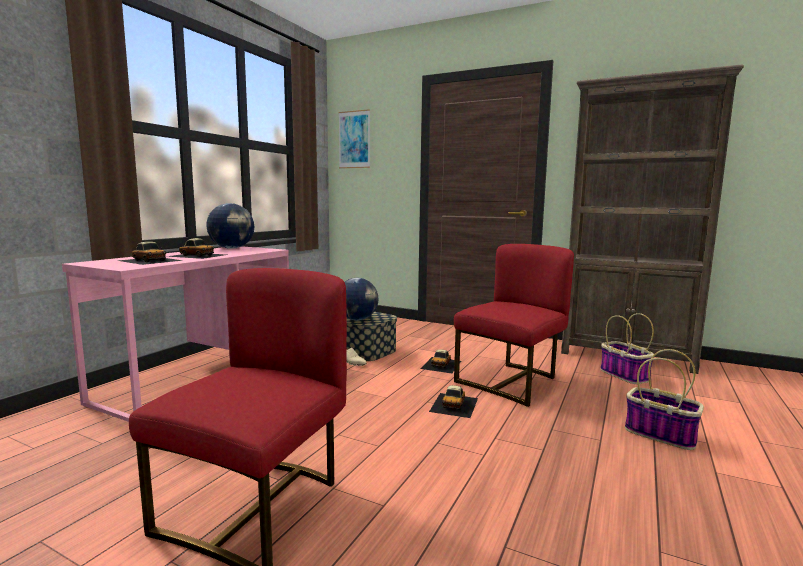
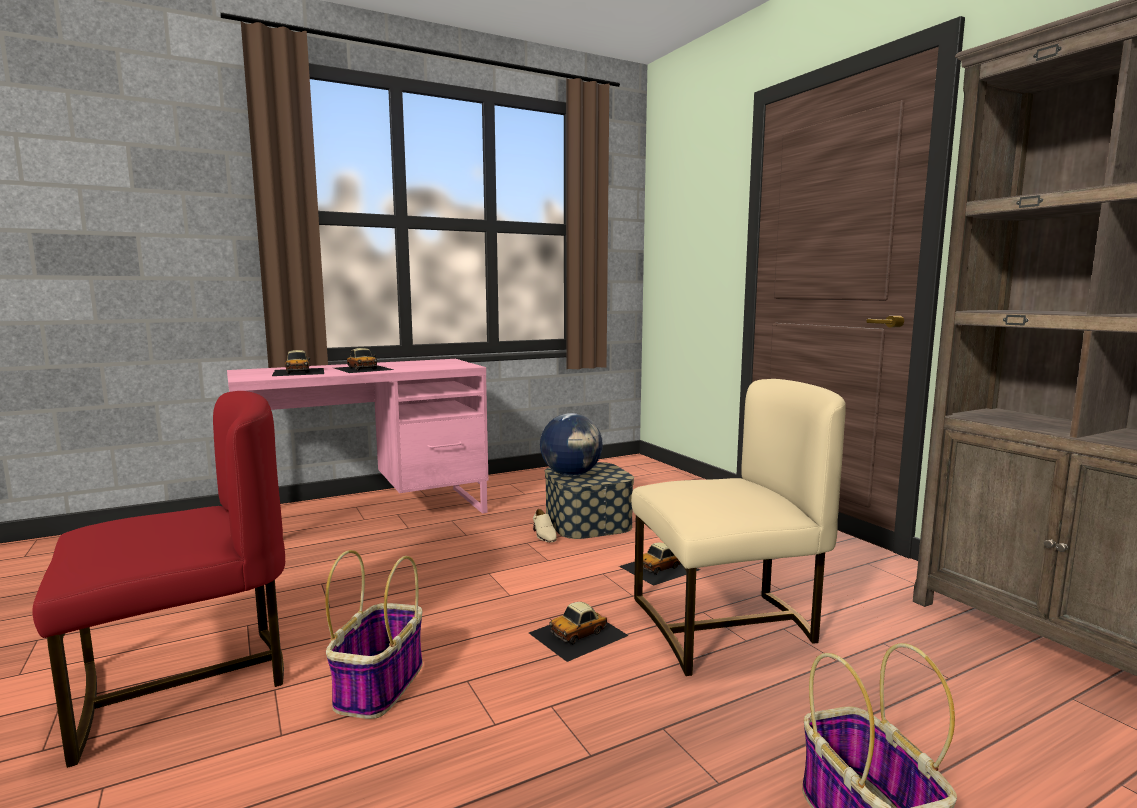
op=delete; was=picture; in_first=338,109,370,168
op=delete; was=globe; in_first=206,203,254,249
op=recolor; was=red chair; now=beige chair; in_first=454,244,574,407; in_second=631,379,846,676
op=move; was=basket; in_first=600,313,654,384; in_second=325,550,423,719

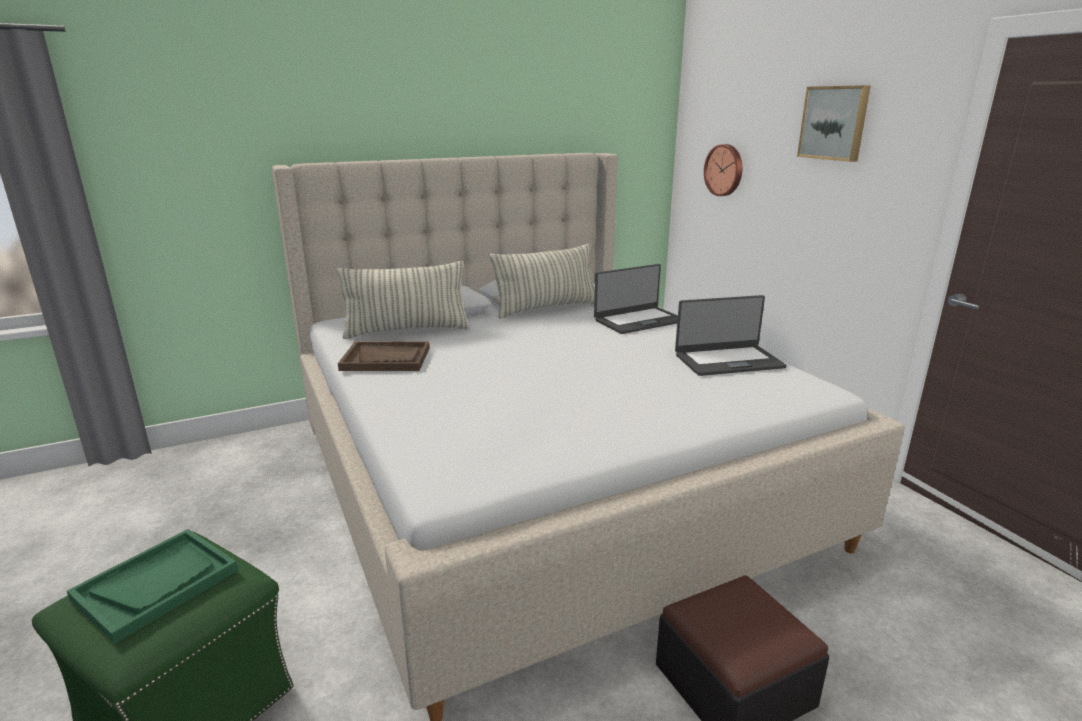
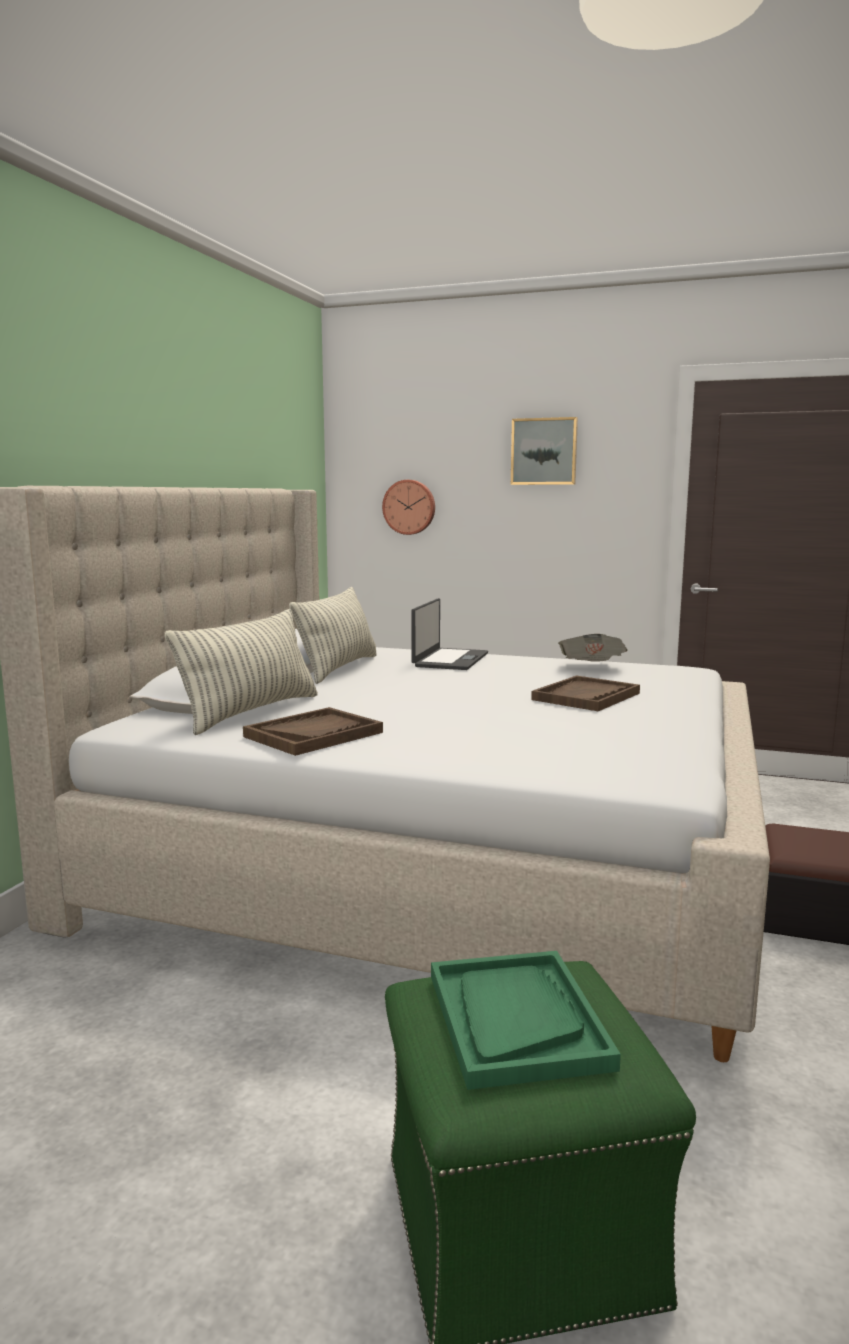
op=replace; was=laptop; now=newspaper; in_first=675,295,787,376; in_second=558,634,628,662
op=insert; now=brown tray; in_second=531,675,640,711

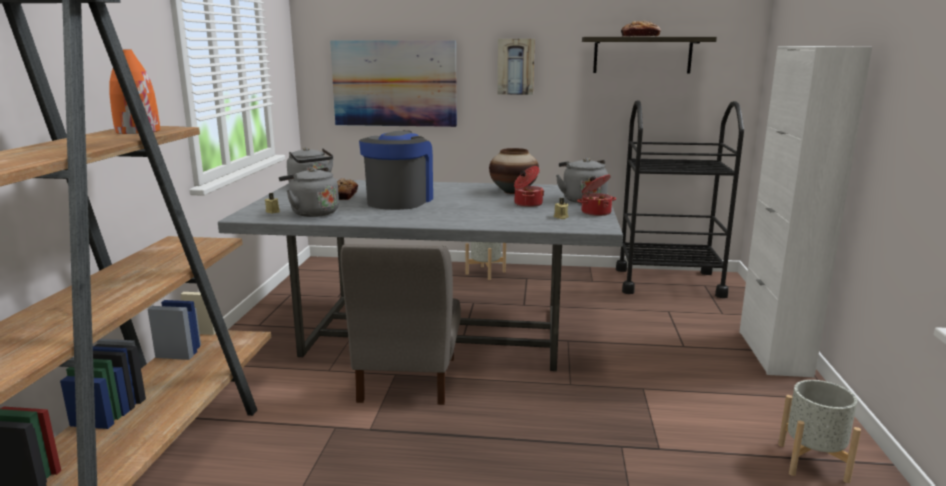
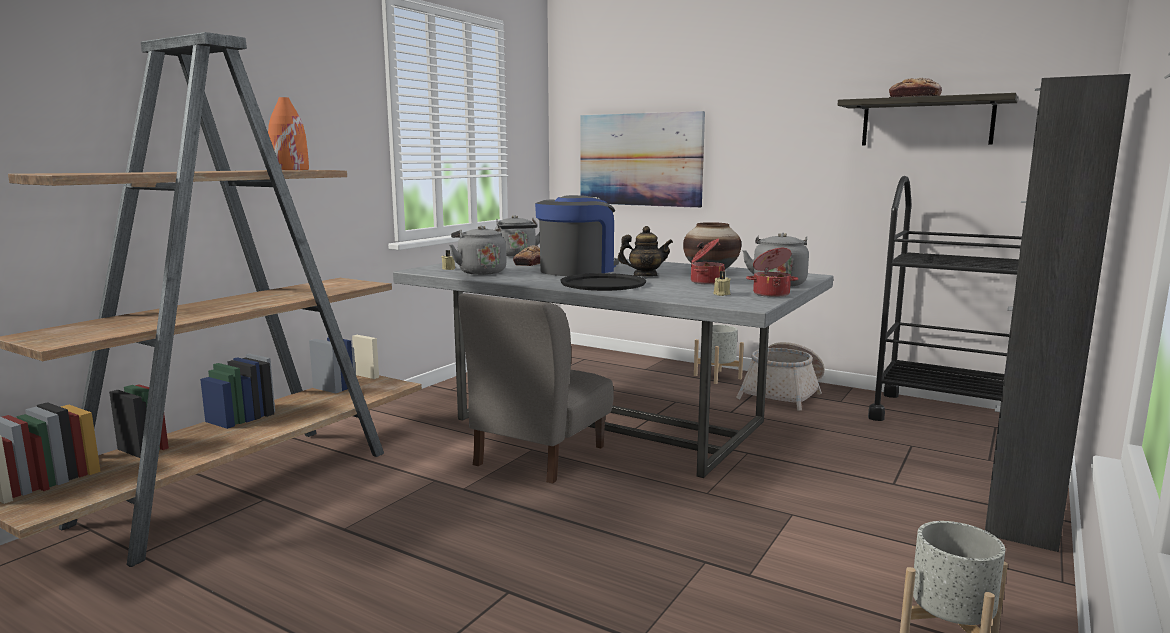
op=delete; was=picture; in_first=497,39,535,95
op=recolor; was=white cabinet; now=black cabinet; in_first=739,46,872,377; in_second=985,74,1131,552
op=insert; now=teapot; in_second=618,226,673,277
op=insert; now=black tray; in_second=561,273,646,291
op=insert; now=basket; in_second=736,342,825,411

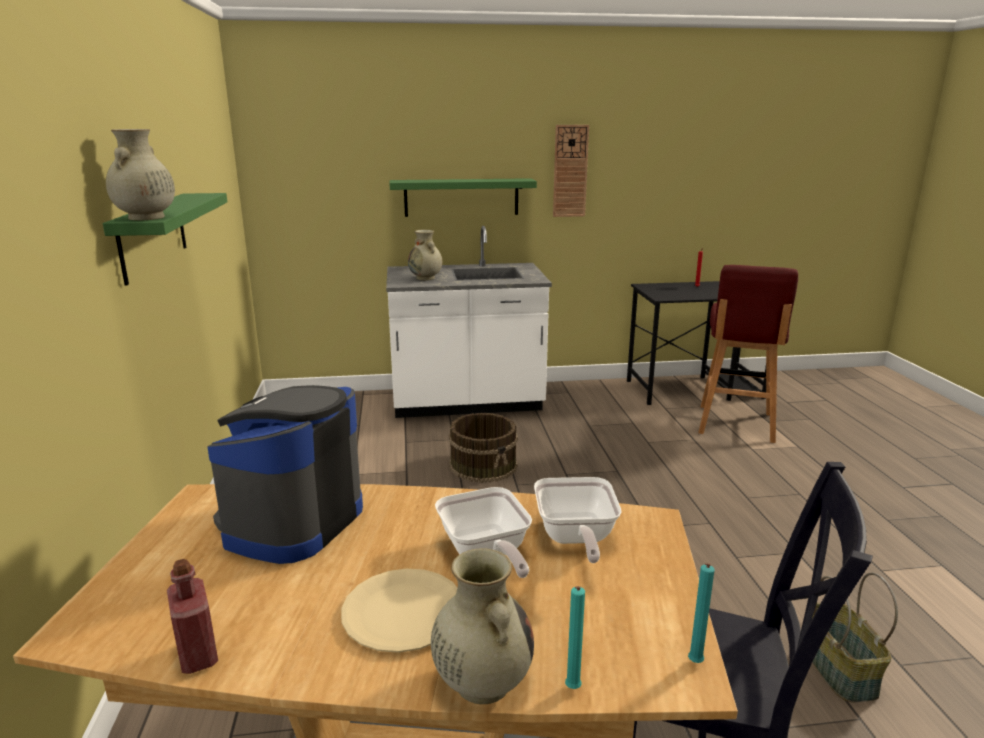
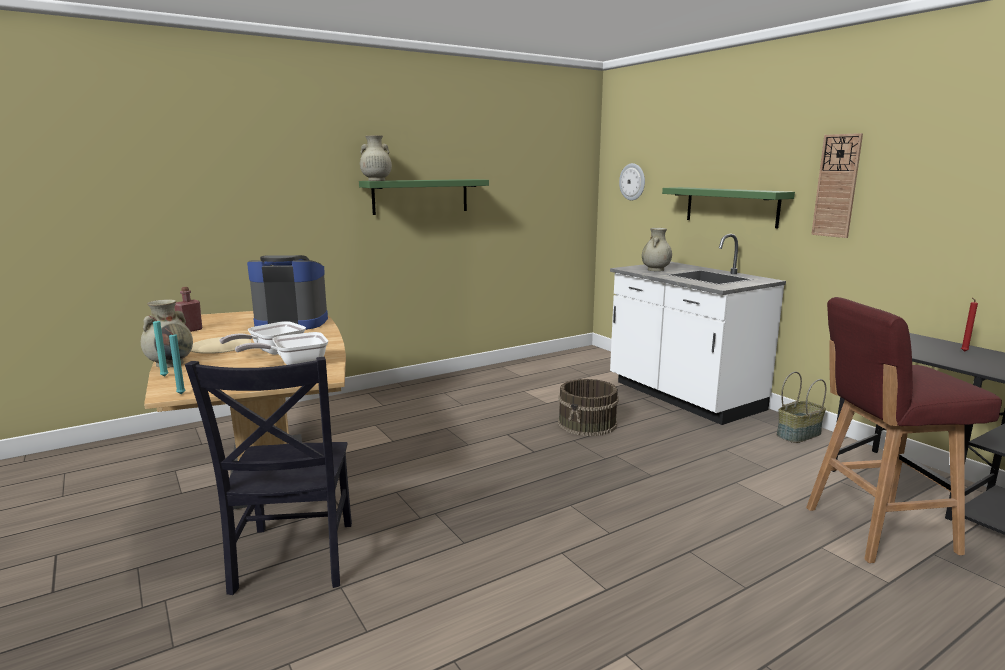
op=move; was=basket; in_first=812,572,898,702; in_second=777,372,826,443
op=insert; now=wall clock; in_second=619,163,645,200

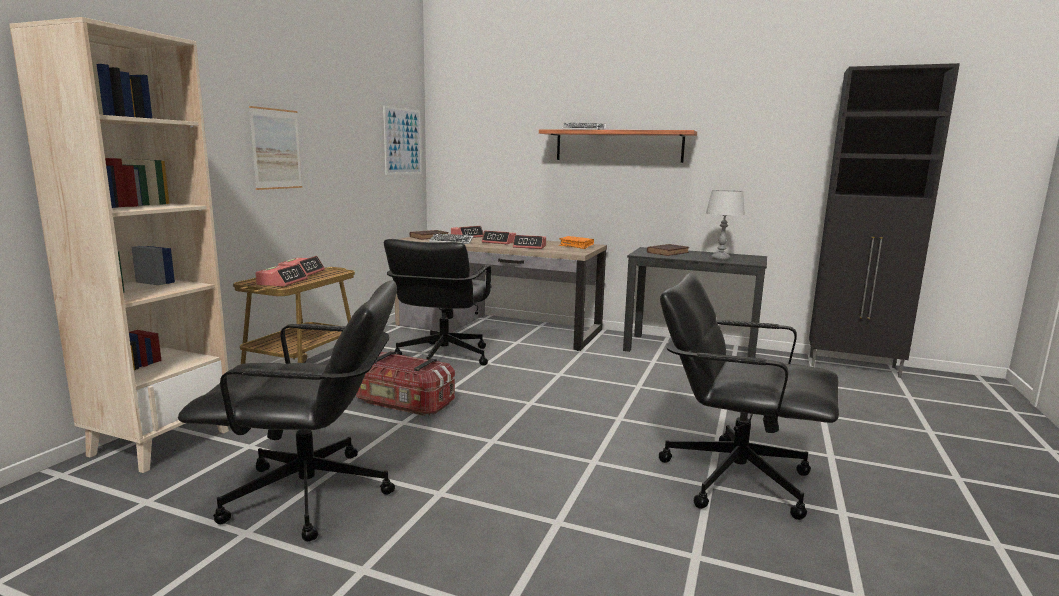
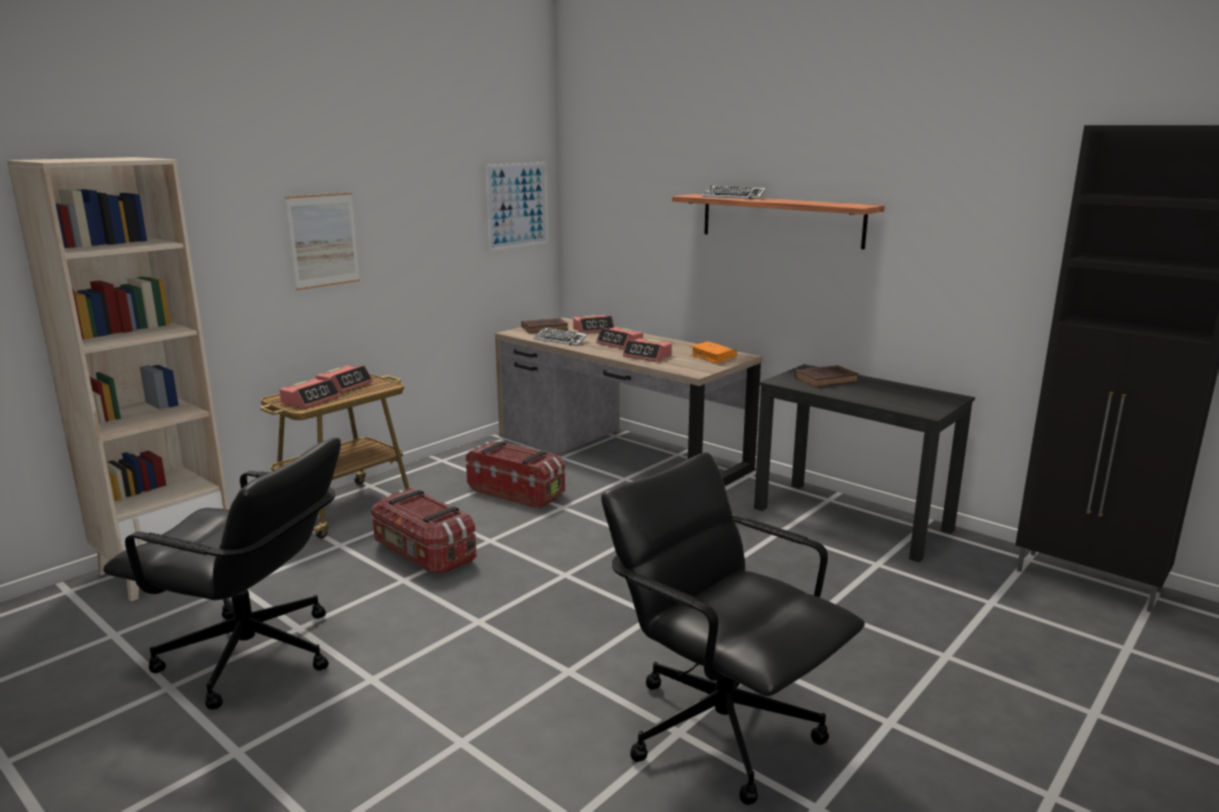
op=delete; was=grey table lamp; in_first=706,190,745,260
op=replace; was=black office chair; now=storage box; in_first=384,239,492,366; in_second=466,442,565,509

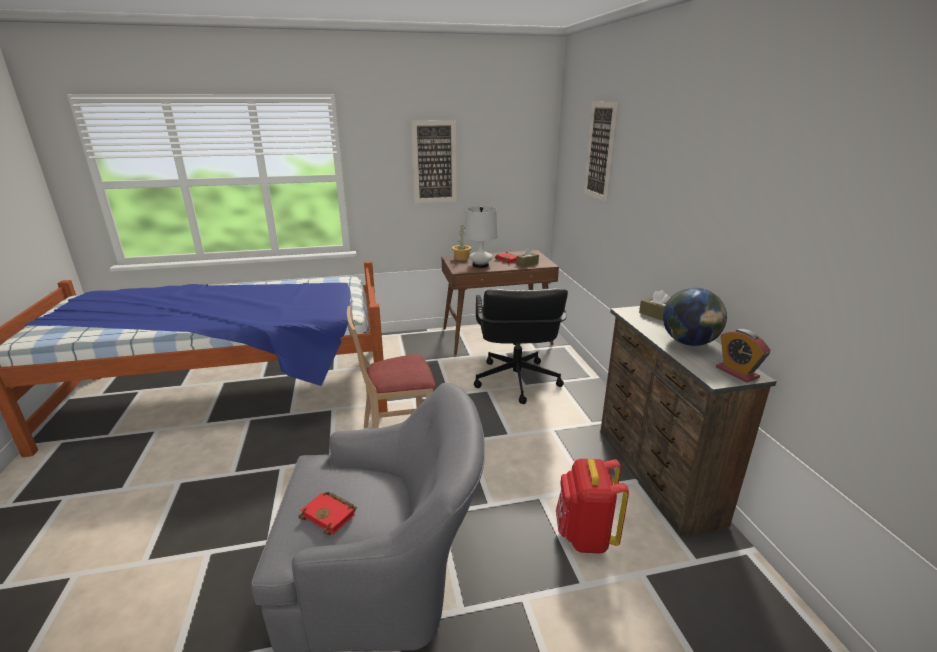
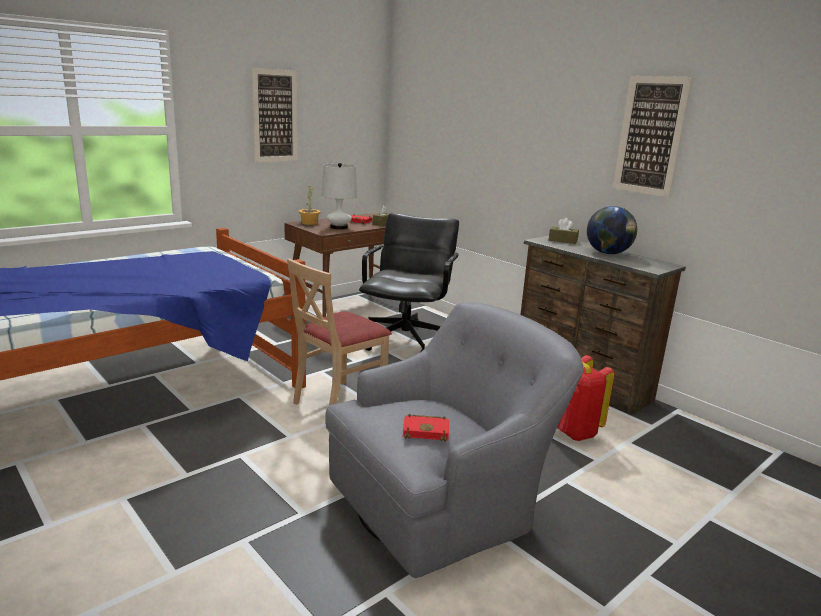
op=move; was=picture; in_first=584,102,618,202; in_second=613,76,693,197
op=rotate; was=black office chair; in_first=474,288,568,404; in_second=359,213,459,353; clockwise=-135
op=delete; was=alarm clock; in_first=716,329,771,383

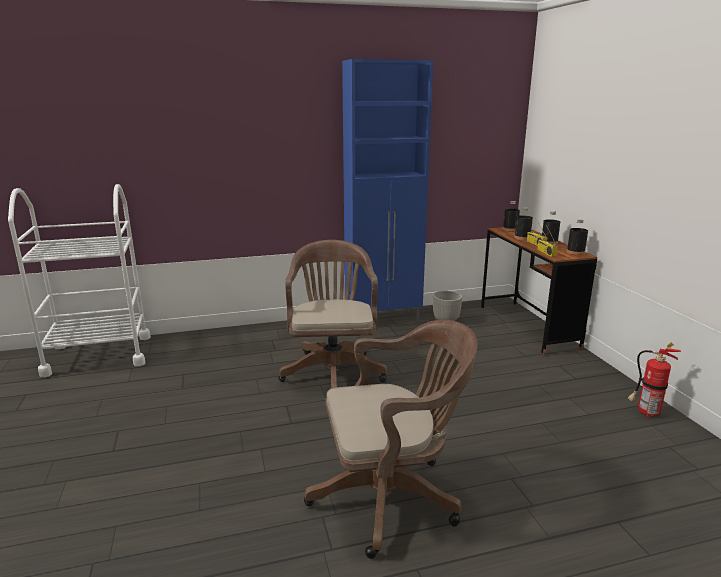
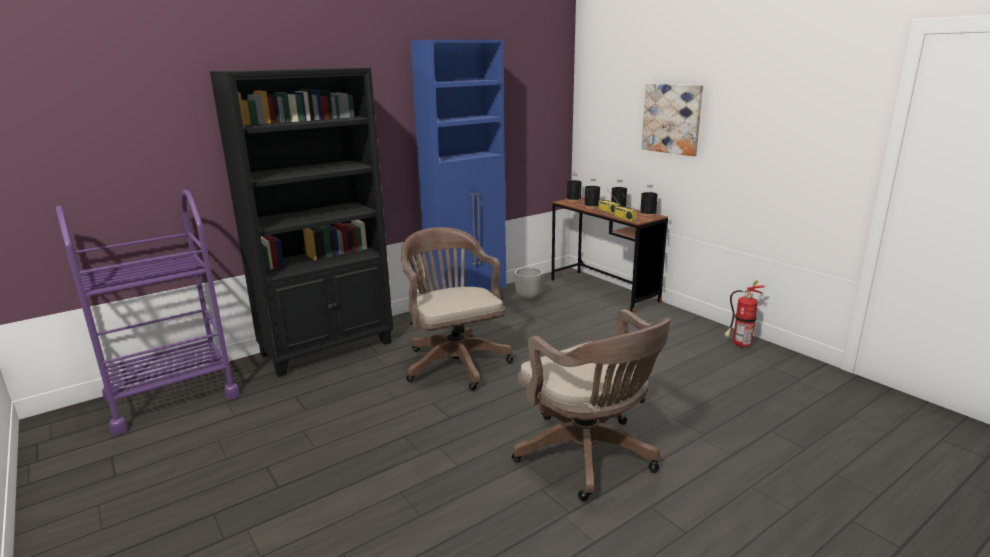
op=recolor; was=white cart; now=purple cart; in_first=8,184,151,378; in_second=56,190,240,435
op=rotate; was=brown office chair; in_first=304,320,477,559; in_second=512,309,671,502; clockwise=90
op=insert; now=black bookcase; in_second=209,68,393,377
op=insert; now=picture; in_second=642,84,703,156

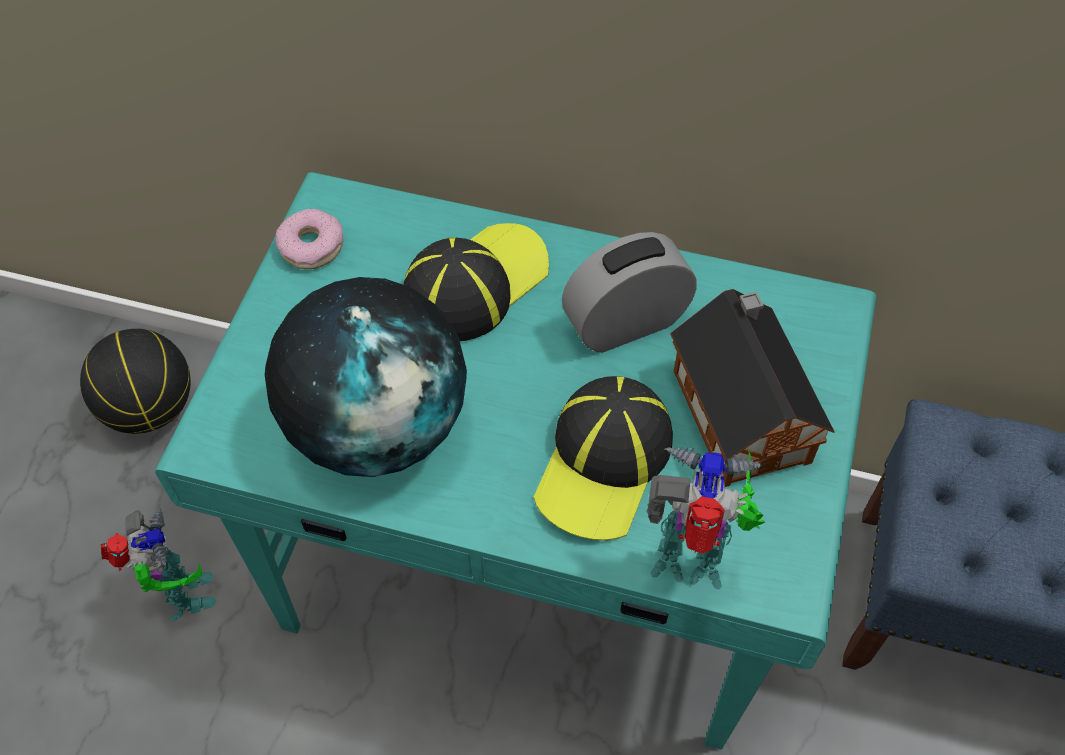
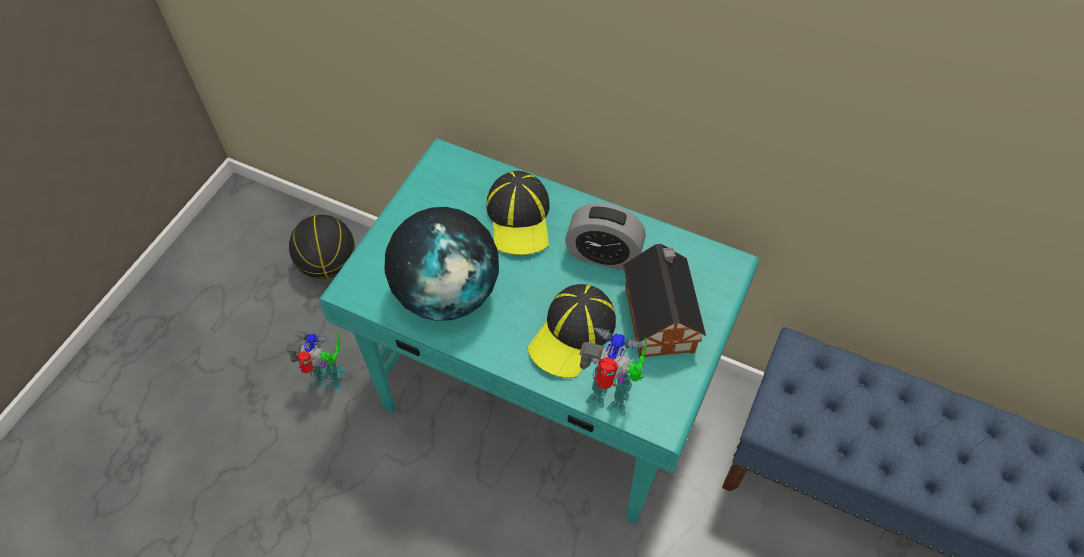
op=delete; was=donut; in_first=276,209,343,269
op=rotate; was=cap; in_first=403,223,549,341; in_second=486,171,550,255; clockwise=120
op=rotate; was=alarm clock; in_first=562,232,697,353; in_second=565,203,646,270; clockwise=-150
op=rotate; was=toy robot; in_first=101,508,217,621; in_second=286,332,345,391; clockwise=-75

